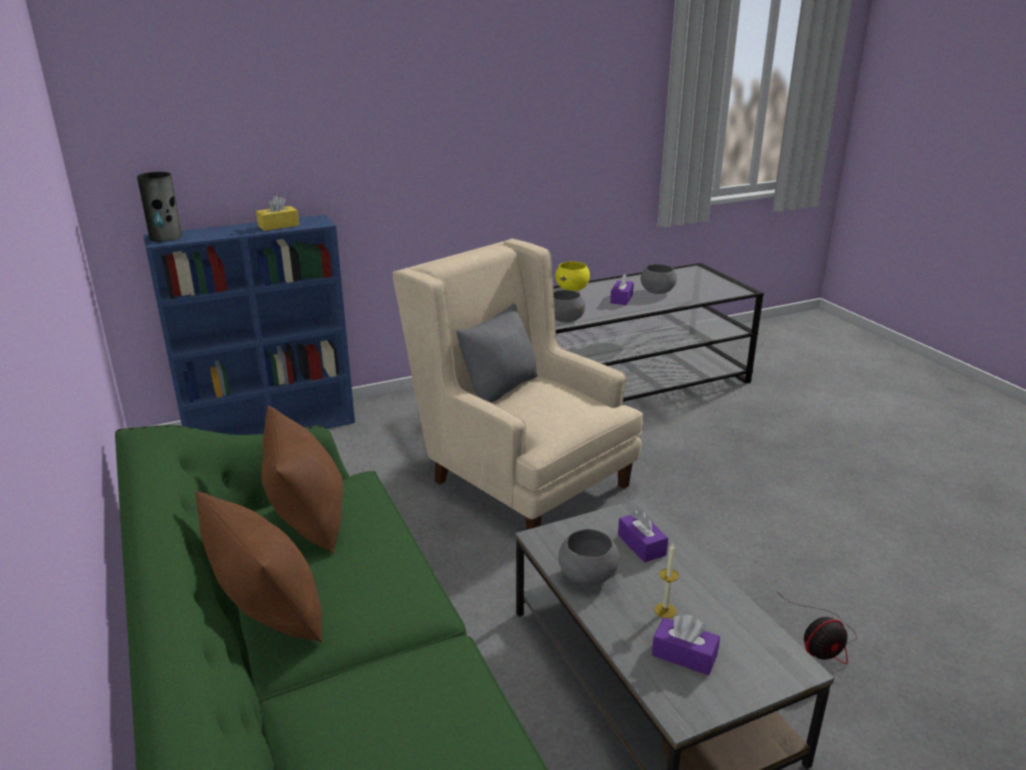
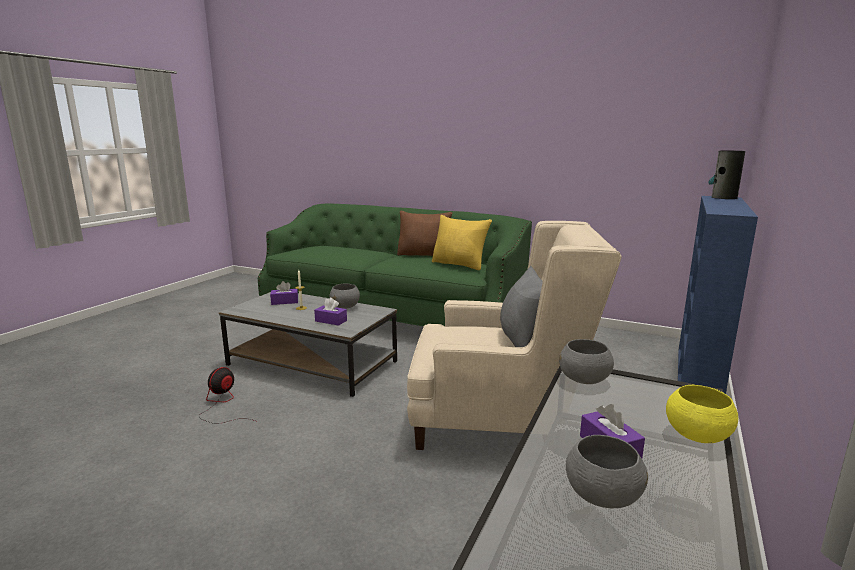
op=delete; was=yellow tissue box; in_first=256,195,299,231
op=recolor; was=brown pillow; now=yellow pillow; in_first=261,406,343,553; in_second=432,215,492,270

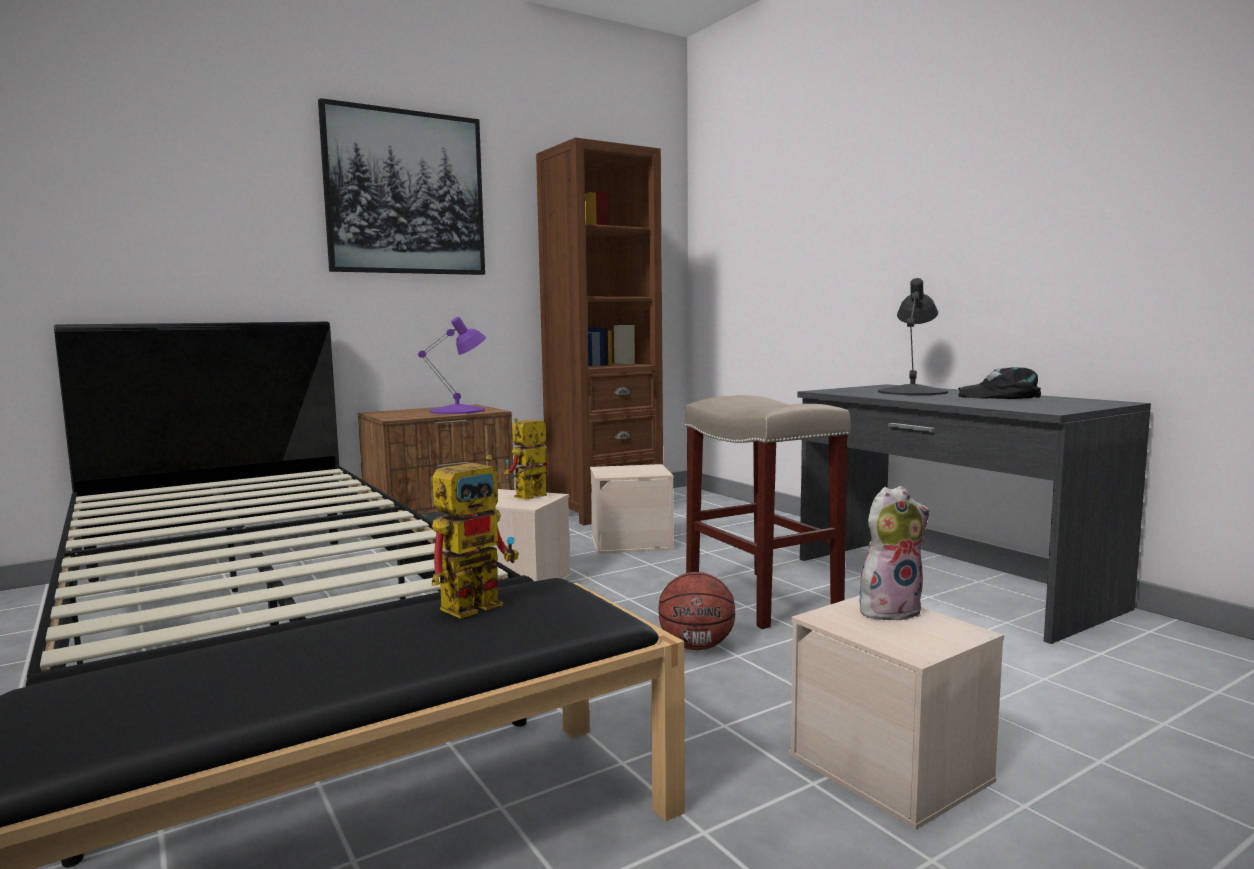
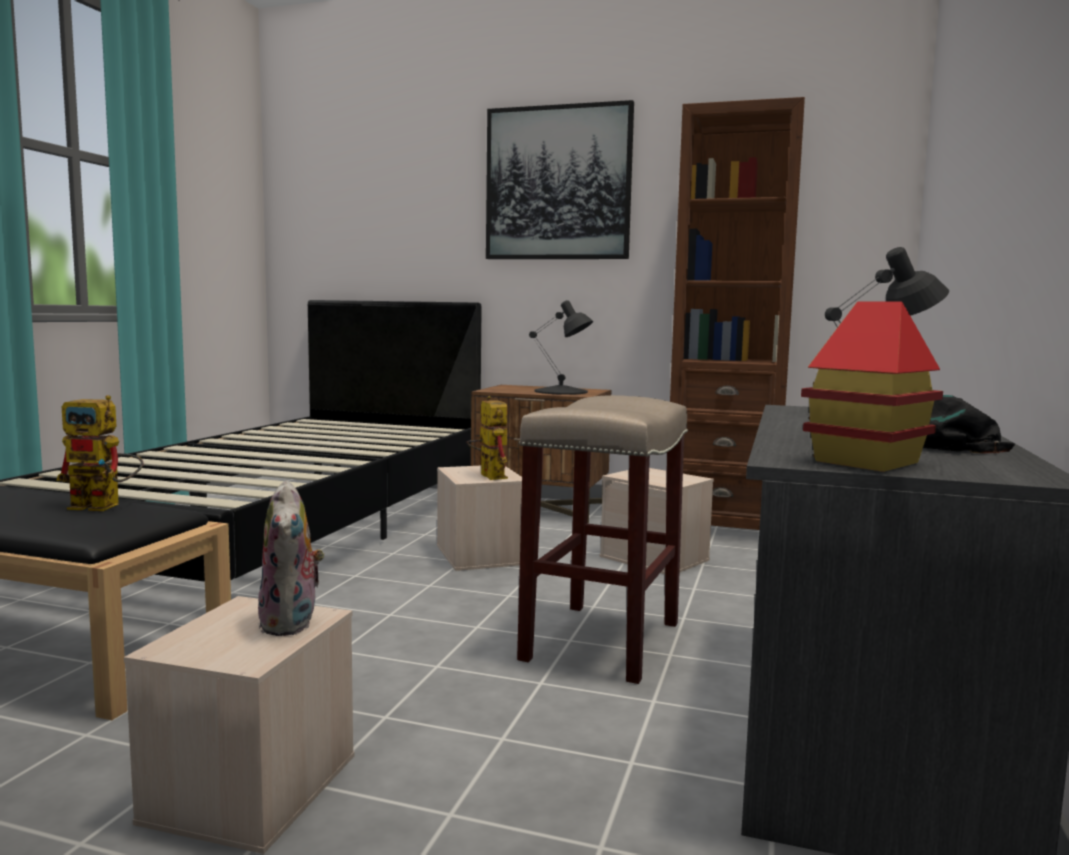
op=recolor; was=purple table lamp; now=black table lamp; in_first=418,317,486,414; in_second=529,300,593,395
op=rotate; was=toy robot; in_first=503,418,548,499; in_second=466,396,508,480; clockwise=60
op=rotate; was=plush toy; in_first=859,486,930,623; in_second=258,480,325,636; clockwise=45
op=delete; was=basketball; in_first=659,572,735,650
op=insert; now=toy house; in_second=801,301,943,472

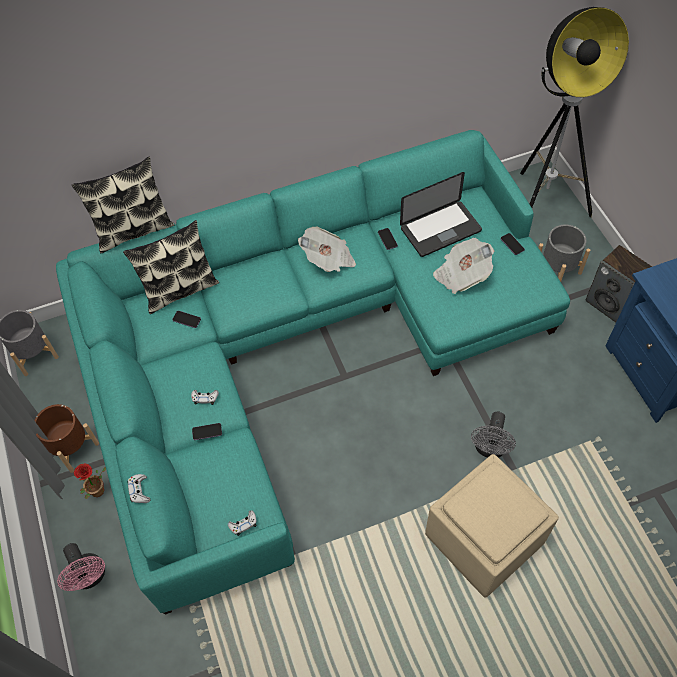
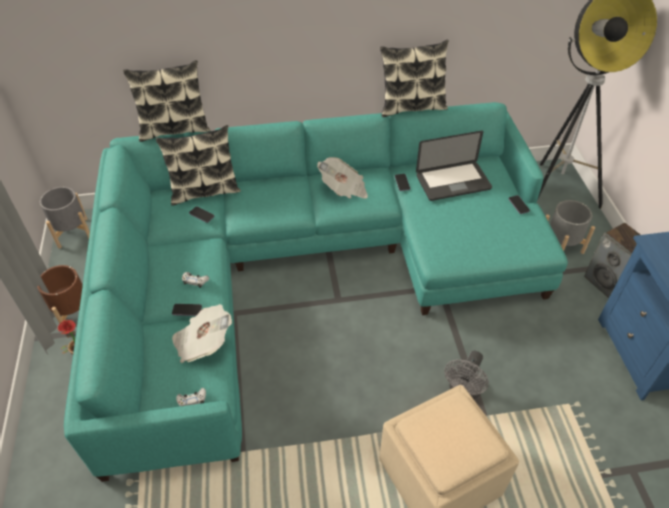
op=move; was=newspaper; in_first=433,238,494,294; in_second=172,304,232,363
op=delete; was=white game controller; in_first=127,474,151,503
op=delete; was=pink fan; in_first=57,543,105,591
op=insert; now=pillow; in_second=380,40,449,117

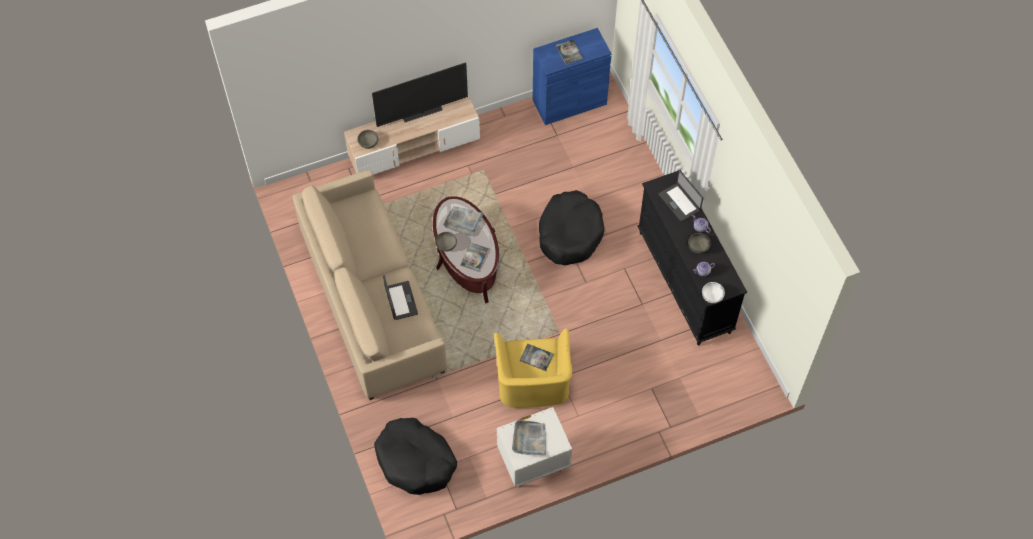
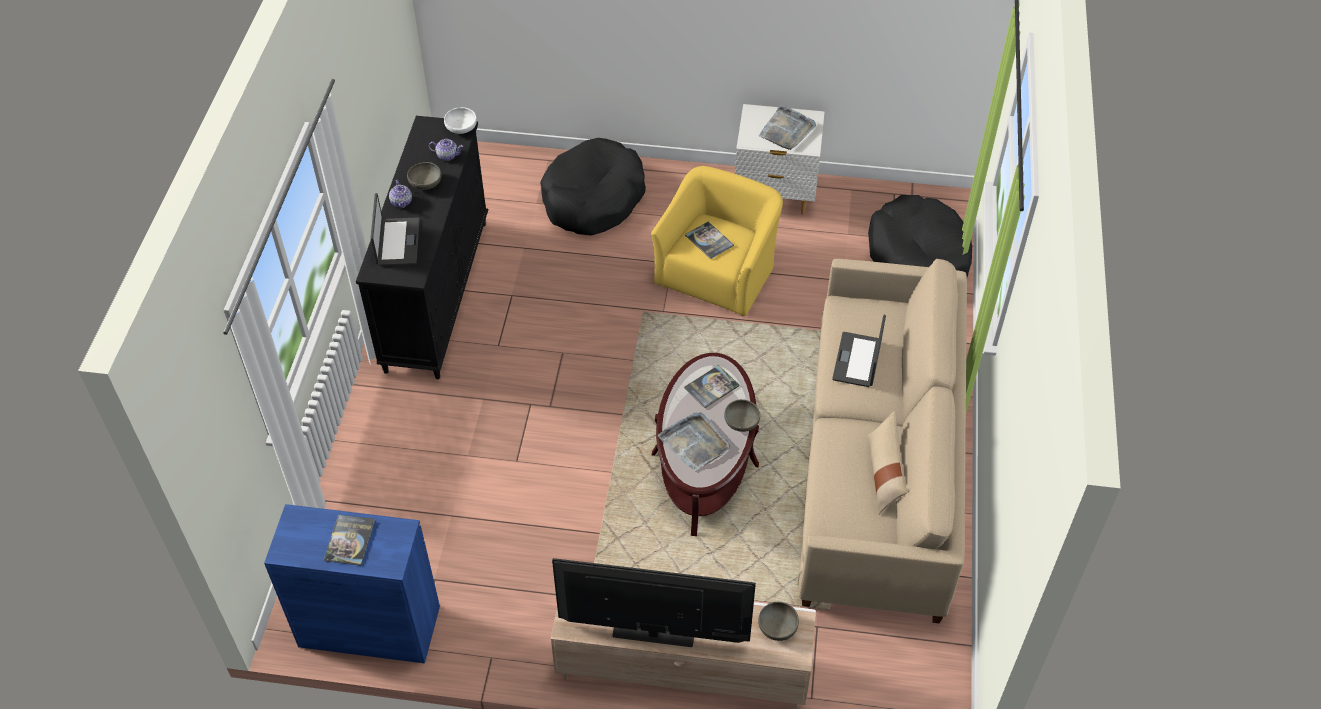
op=move; was=black dog bed; in_first=539,190,605,265; in_second=540,138,646,235
op=insert; now=beige pillow; in_second=868,411,907,515

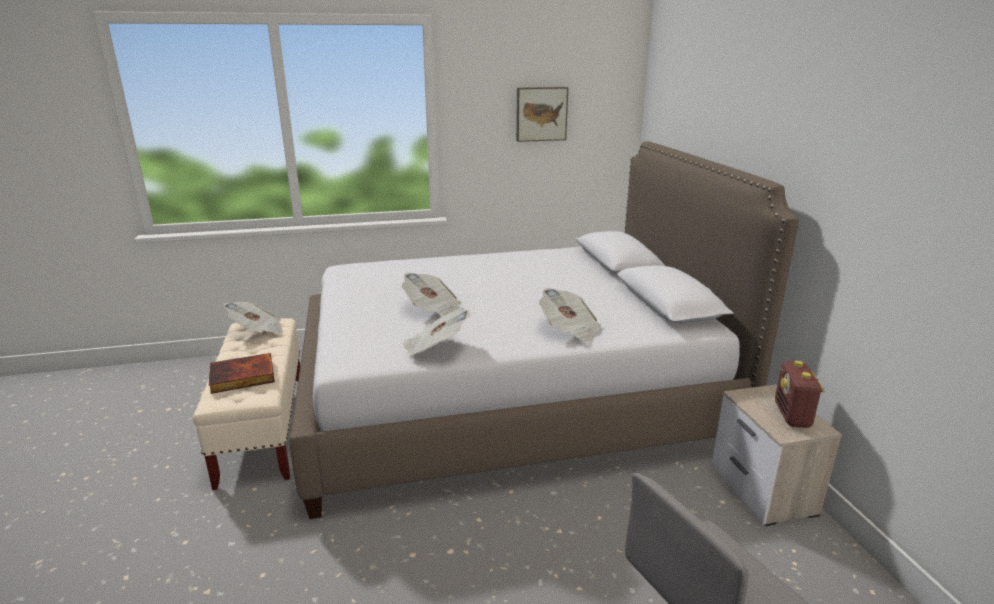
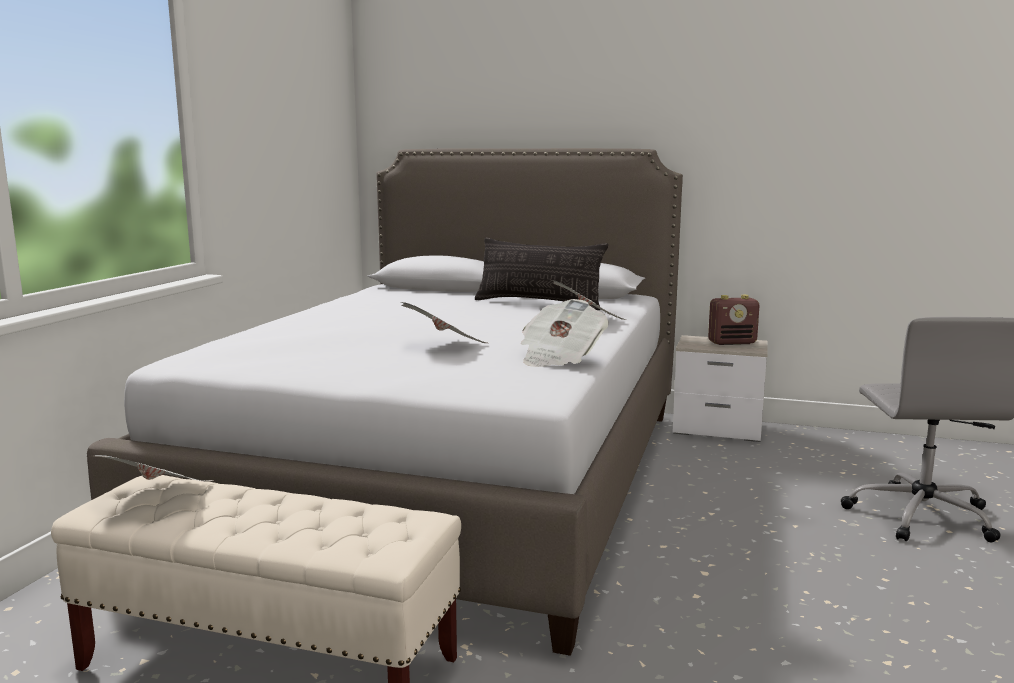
op=delete; was=picture; in_first=516,87,568,142
op=delete; was=book; in_first=209,353,275,394
op=rotate; was=radio; in_first=775,360,825,428; in_second=708,295,760,345; clockwise=-45
op=insert; now=pillow; in_second=475,237,608,310

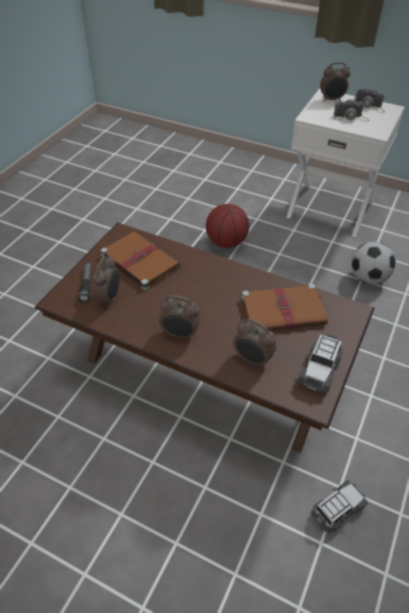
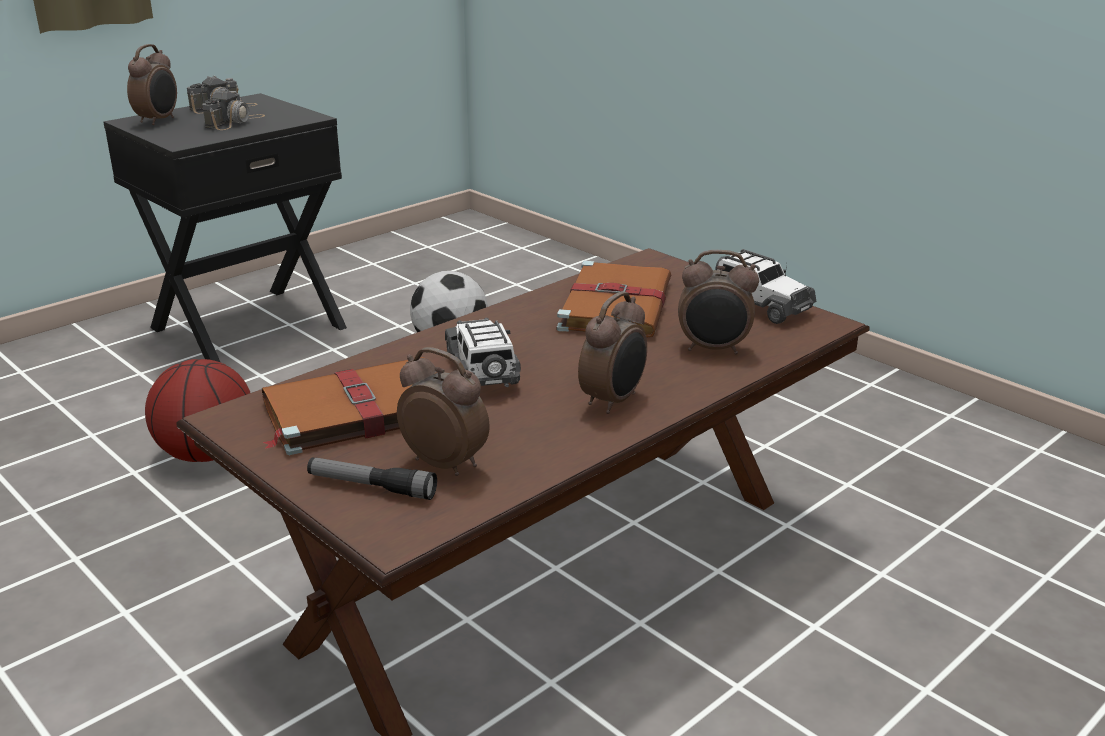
op=recolor; was=white nightstand; now=black nightstand; in_first=286,89,405,238; in_second=104,93,347,362
op=rotate; was=alarm clock; in_first=233,319,276,368; in_second=678,250,759,354; clockwise=45
op=move; was=toy car; in_first=311,480,368,533; in_second=445,318,521,387

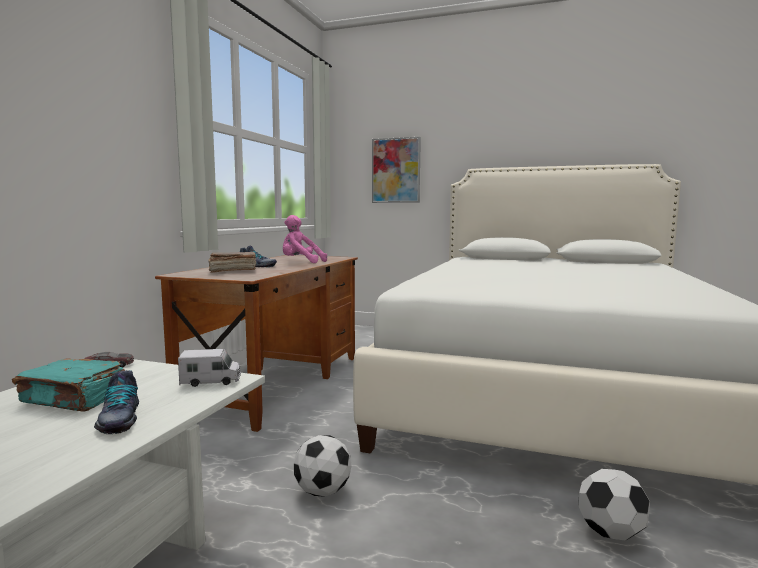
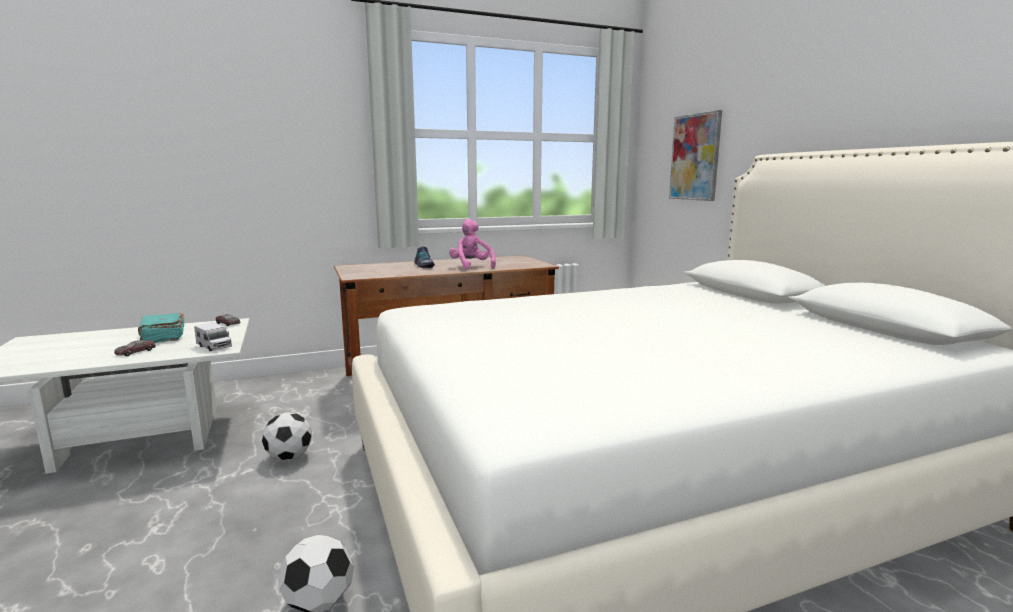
op=delete; was=brown book; in_first=208,252,256,273
op=replace; was=shoe; now=toy car; in_first=94,370,139,434; in_second=114,340,156,356

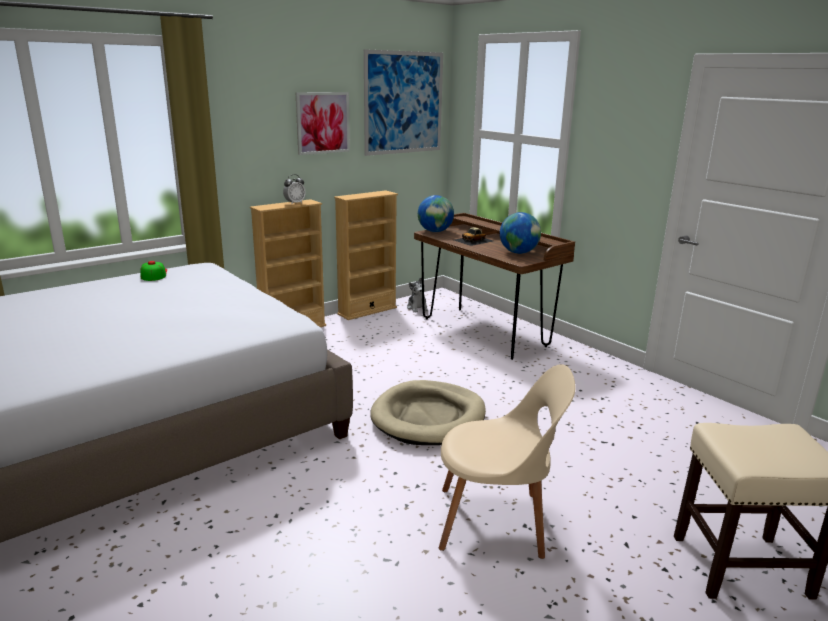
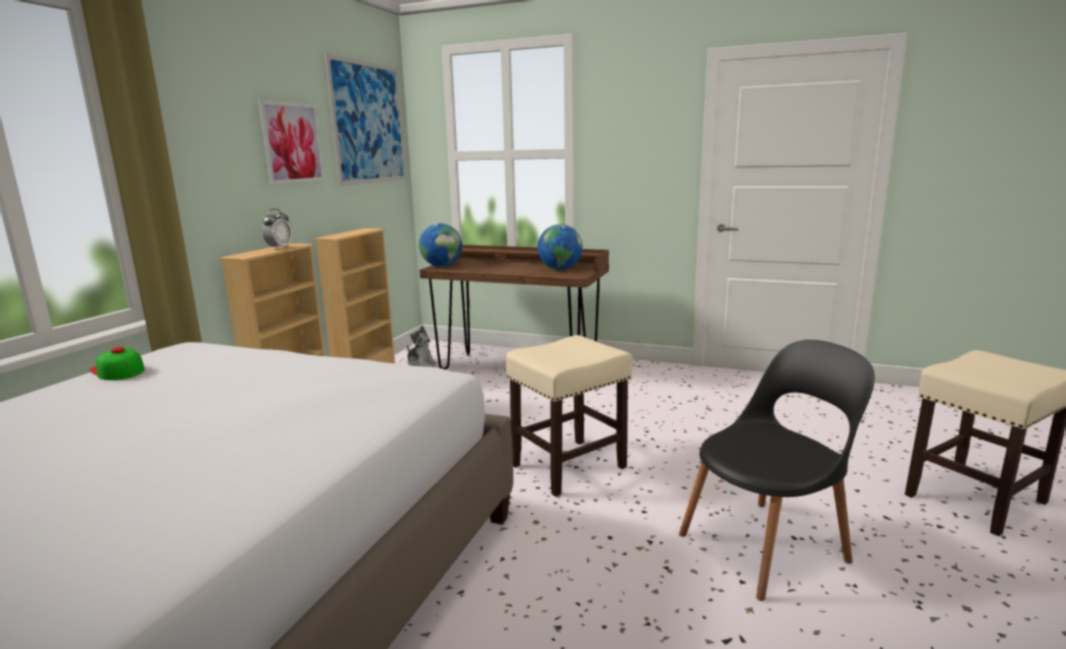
op=delete; was=toy car; in_first=454,227,494,246
op=recolor; was=beige chair; now=black chair; in_first=439,364,575,559; in_second=679,340,875,601
op=replace; was=beige dog bed; now=beige stool; in_first=370,380,486,445; in_second=506,335,632,497

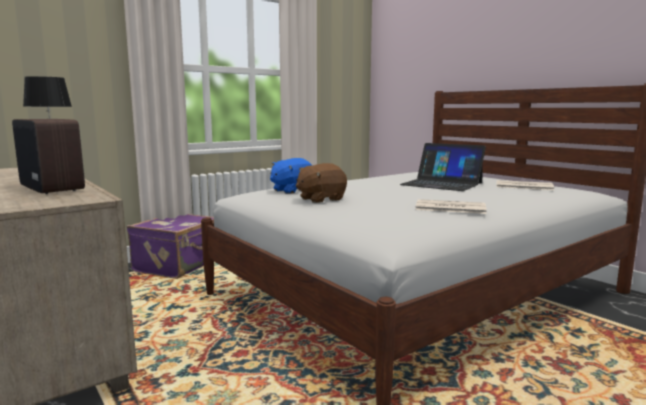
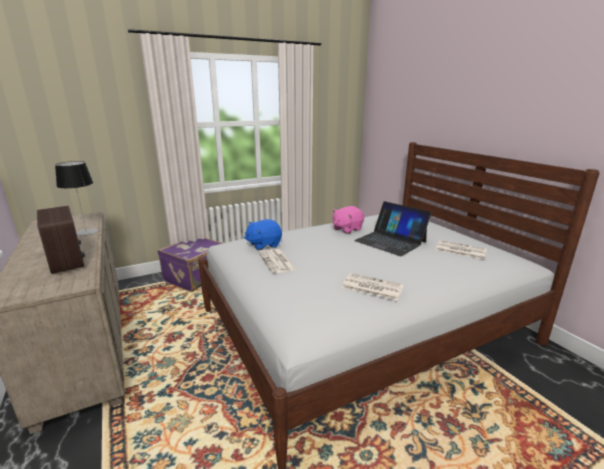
op=replace; was=brown plush toy; now=newspaper; in_first=296,163,347,203; in_second=259,249,297,273
op=insert; now=pink plush toy; in_second=332,206,364,234

